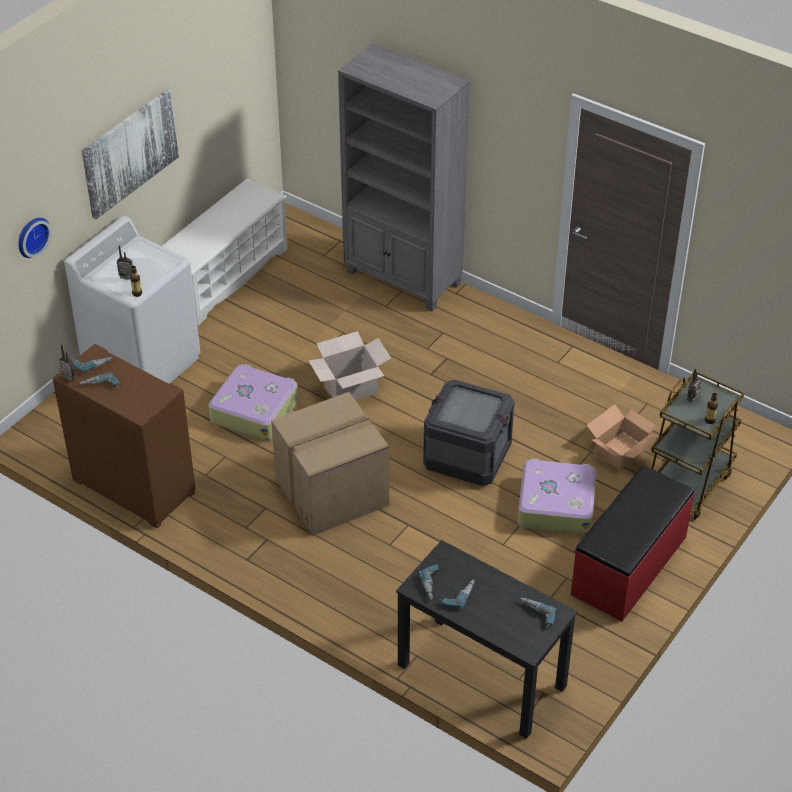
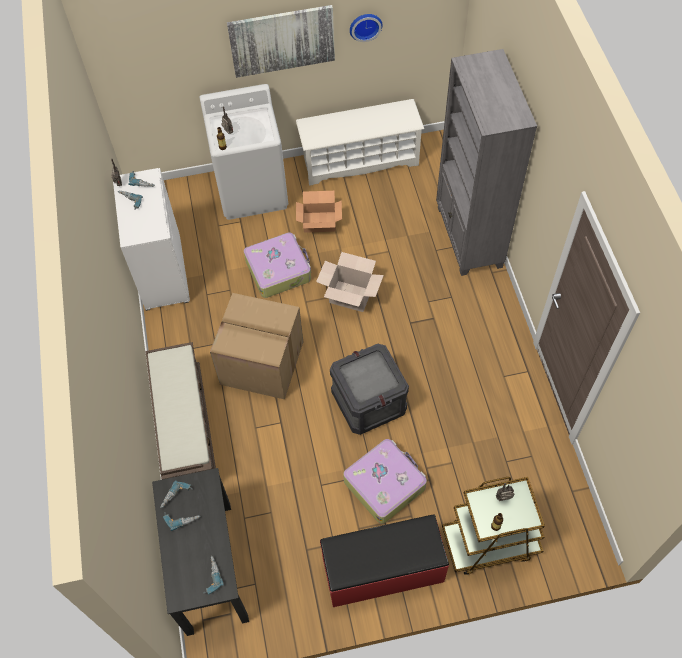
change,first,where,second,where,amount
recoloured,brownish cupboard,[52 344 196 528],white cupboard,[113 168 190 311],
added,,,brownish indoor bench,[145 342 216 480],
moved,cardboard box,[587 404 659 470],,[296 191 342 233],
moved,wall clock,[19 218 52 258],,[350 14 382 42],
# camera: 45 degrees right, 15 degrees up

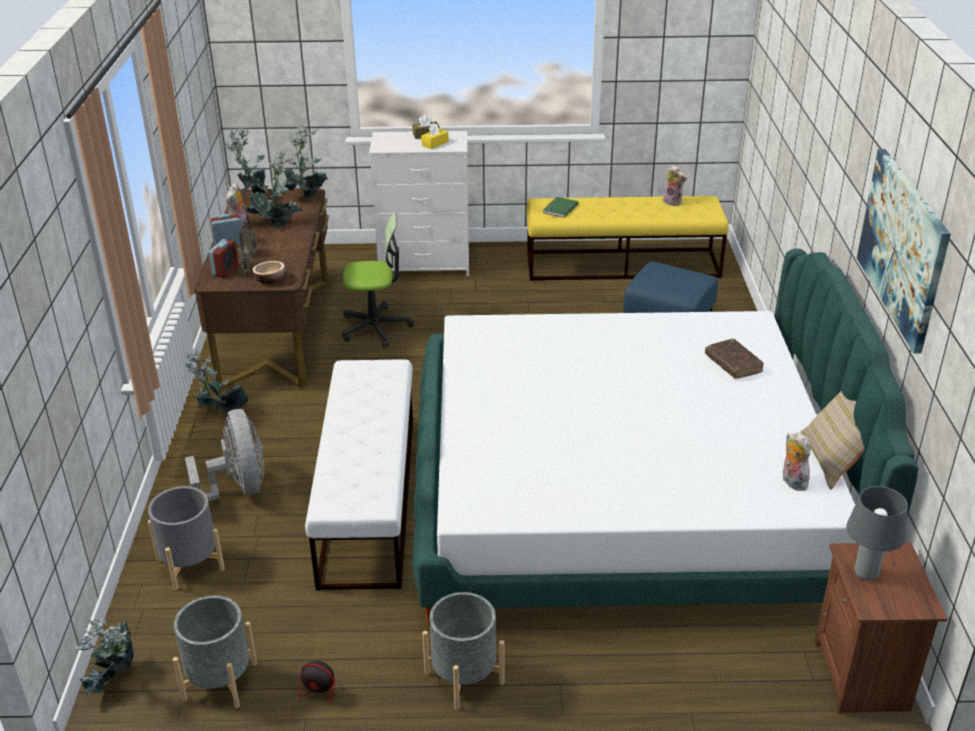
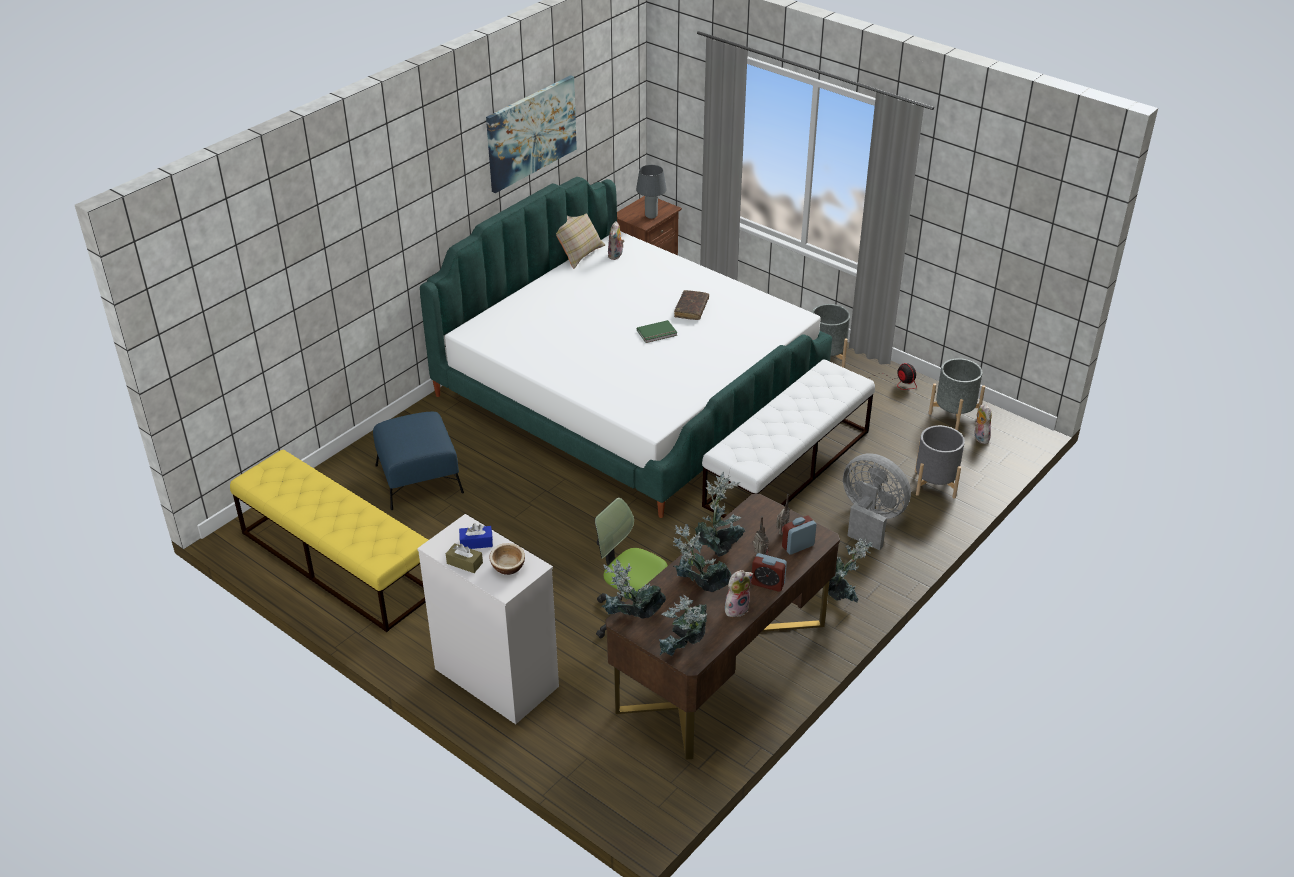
change,first,where,second,where,amount
recoloured,yellowish box of tissues,[421 123 449 149],blue-coloured box of tissues,[459 523 493 549],
moved,deep dish,[252 261 285 284],,[489 543 525 575],
moved,green book,[543 197 579 218],,[637 320 678 343],
moved,brownish book,[705 338 764 378],,[674 290 709 320],
moved,houseplant,[75 618 134 697],,[693 472 745 557],
turned,greyish fan,[185 409 264 501],,[843 453 911 550],105 degrees clockwise
moved,cuddly toy,[663 165 687 206],,[974 404 992 444],
# camera: 140 degrees left, 5 degrees up

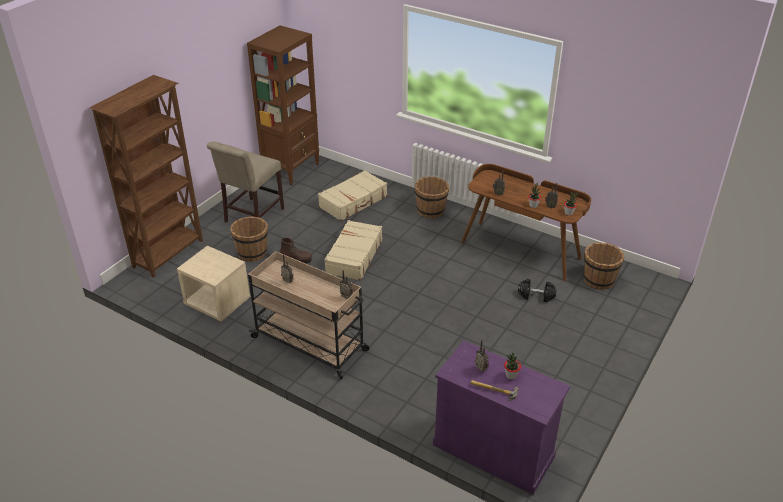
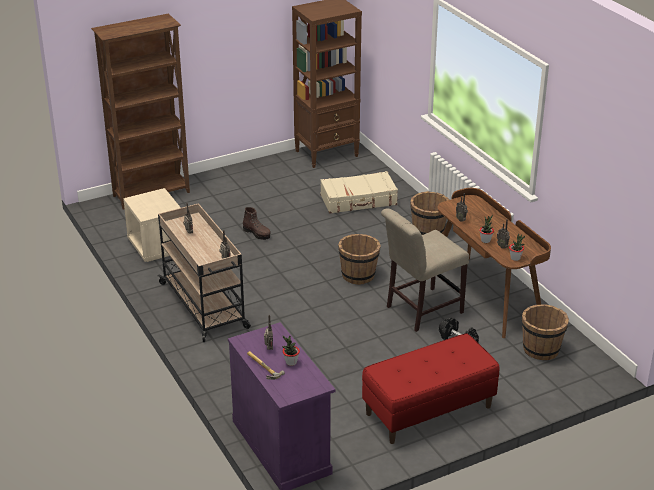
change,first,where,second,where,amount
moved,brownish pail,[230 217 268 262],,[338 234 381 285],
added,,,reddish indoor bench,[362 333 499 444],
moved,beige-coloured plain chair,[207 142 284 223],,[381 209 469 332],
removed,beige-coloured travel case,[324 220 382 281],,,
# camera: 30 degrees right, 5 degrees down

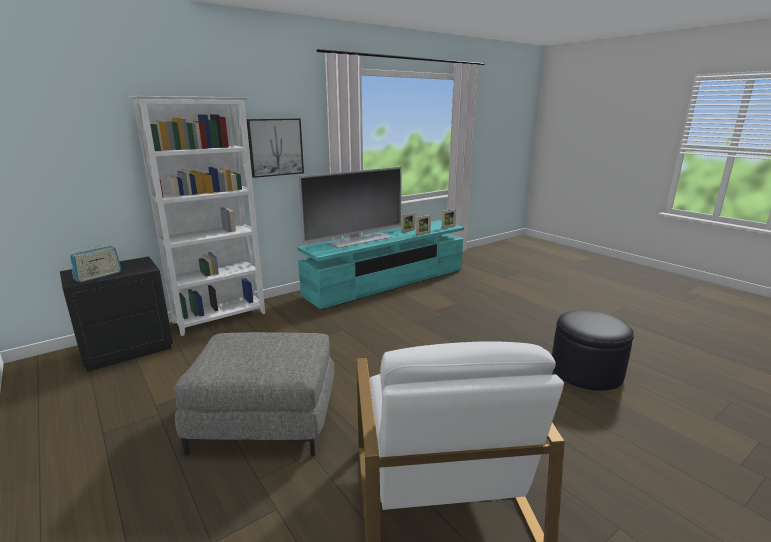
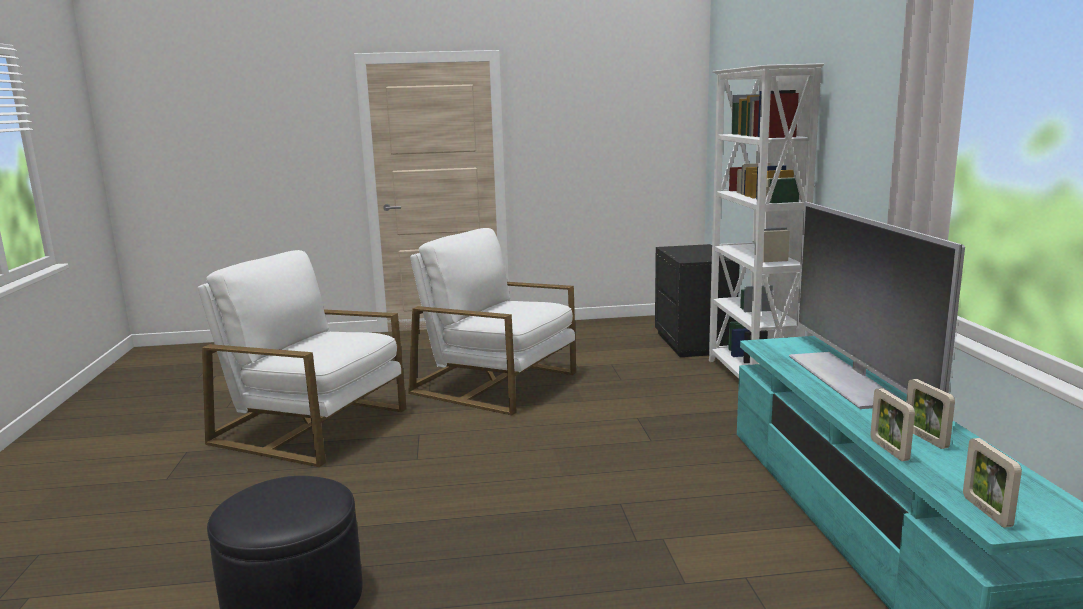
change,first,where,second,where,amount
replaced,greyish pouffe,[174 332 334 456],white lounge chair,[408 228 576 416],
removed,radio set,[70 245 122 283],,,
removed,picture,[246 118 304 178],,,
# camera: 120 degrees right, 5 degrees down

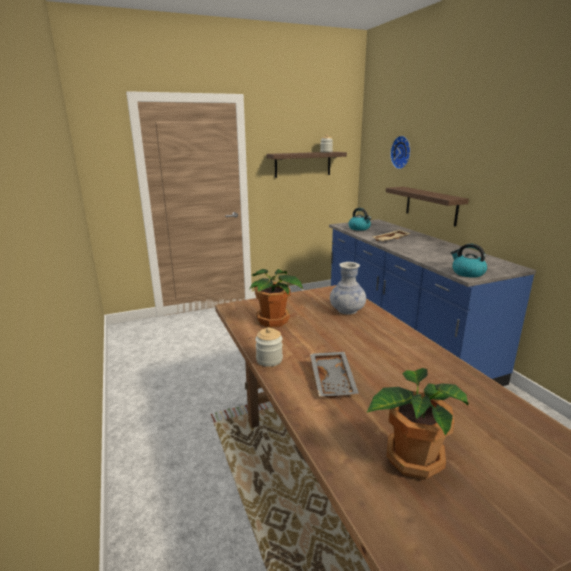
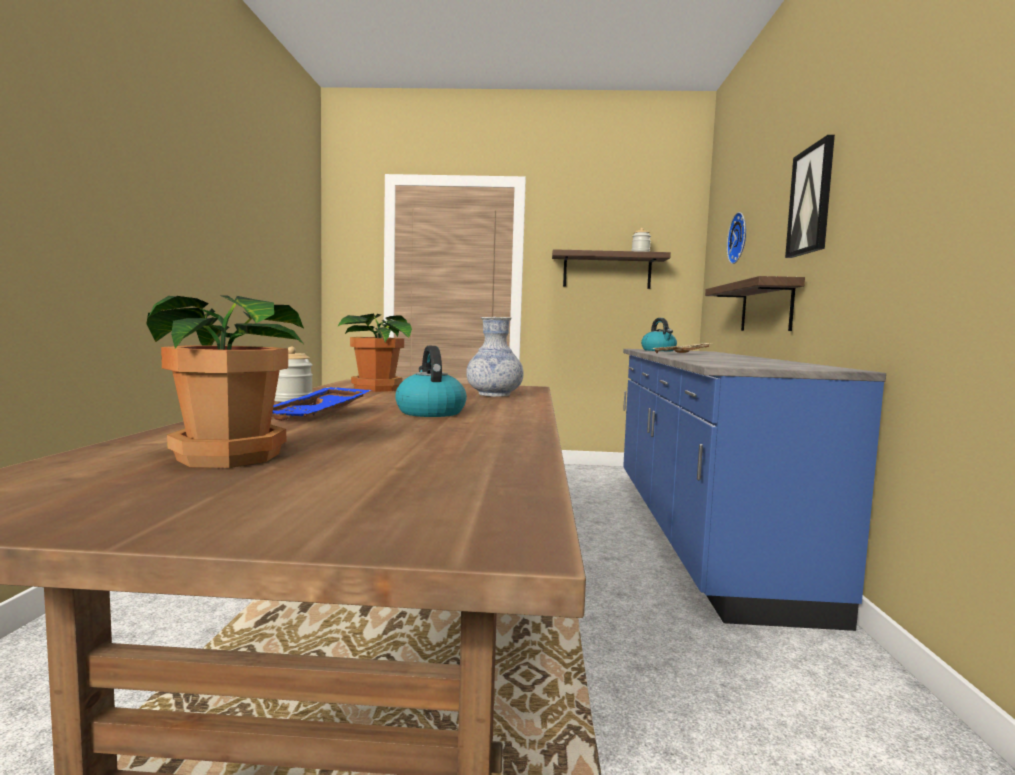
change,first,where,second,where,amount
recoloured,greyish tray,[310 352 359 398],blue-coloured tray,[272 387 371 420],
moved,water kettle,[451 244 487 278],,[395 346 467 417],
added,,,picture,[785 135 835 258],
# camera: 25 degrees right, 15 degrees down

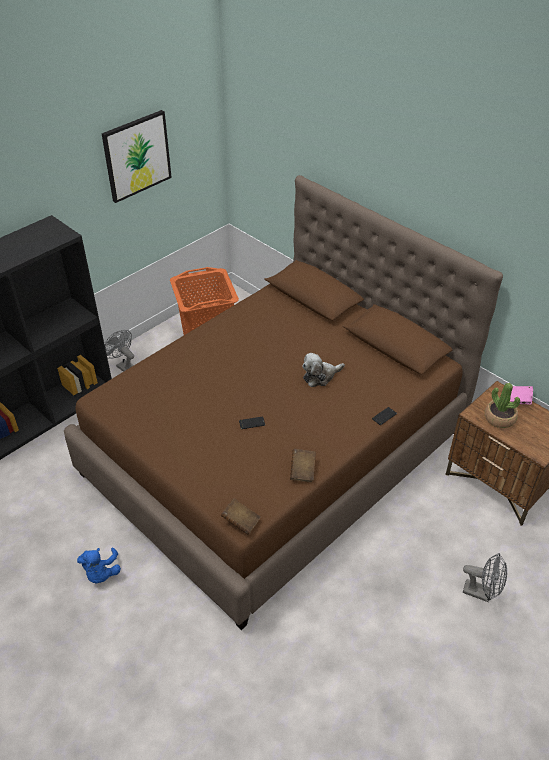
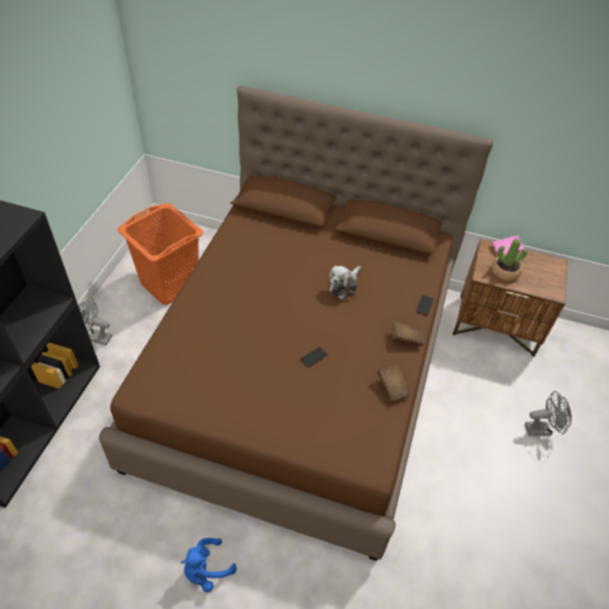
change,first,where,second,where,amount
turned,blue-coloured cuddly toy,[77 548 121 583],,[181 538 237 592],90 degrees clockwise
moved,brownish book,[221 498 261 535],,[391 321 424 346],
removed,picture,[102 110 172 203],,,
# camera: 30 degrees left, 5 degrees up

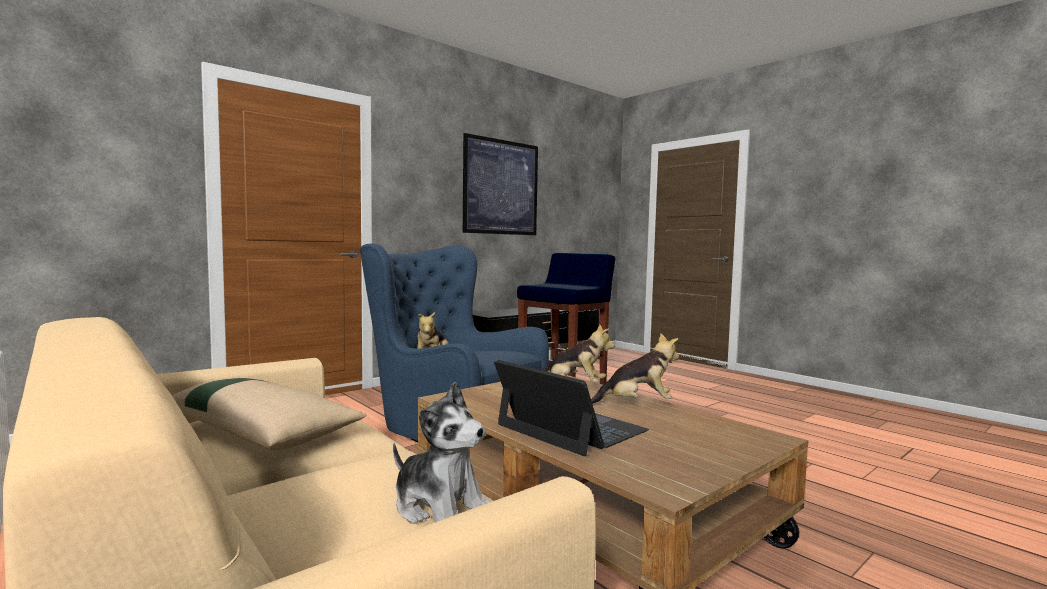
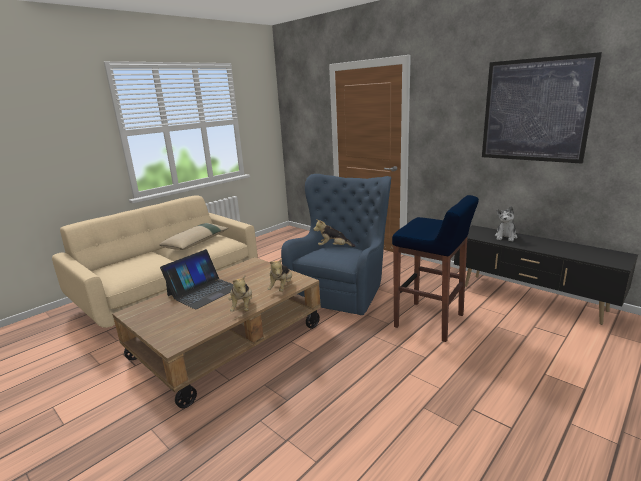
change,first,where,second,where,amount
moved,cuddly toy,[393 382 490 524],,[495 206 518 242],
# camera: 85 degrees right, 15 degrees up

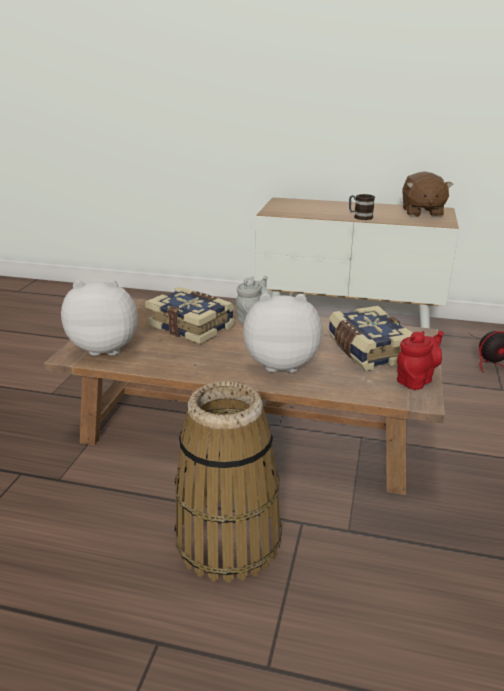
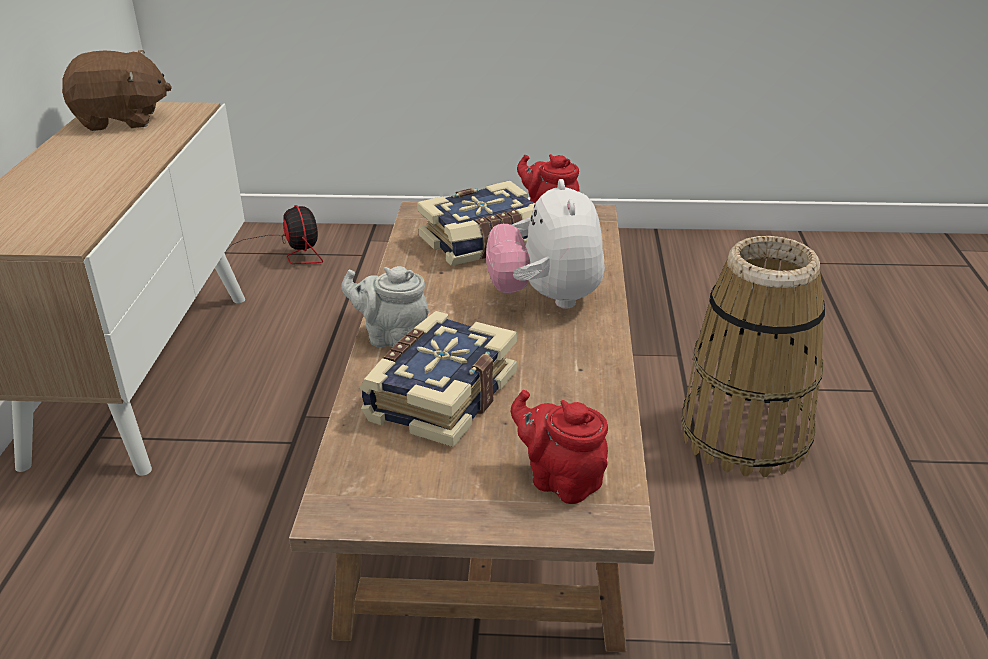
change,first,where,second,where,amount
replaced,cuddly toy,[61 280 138 356],reddish pot for tea,[511 390 608 504],
removed,tea mug,[349 194 375 220],,,
# camera: 100 degrees left, 5 degrees up

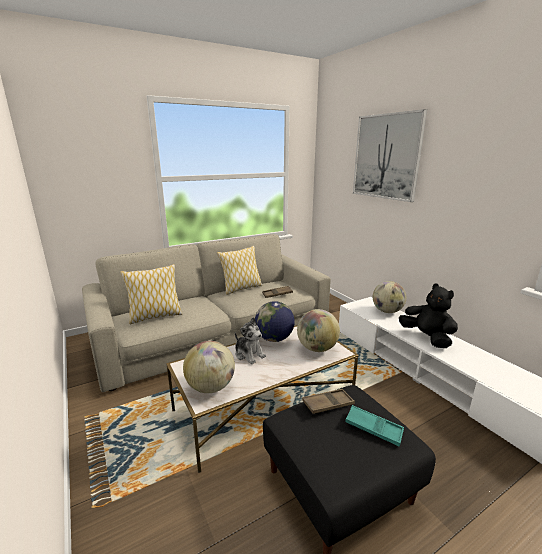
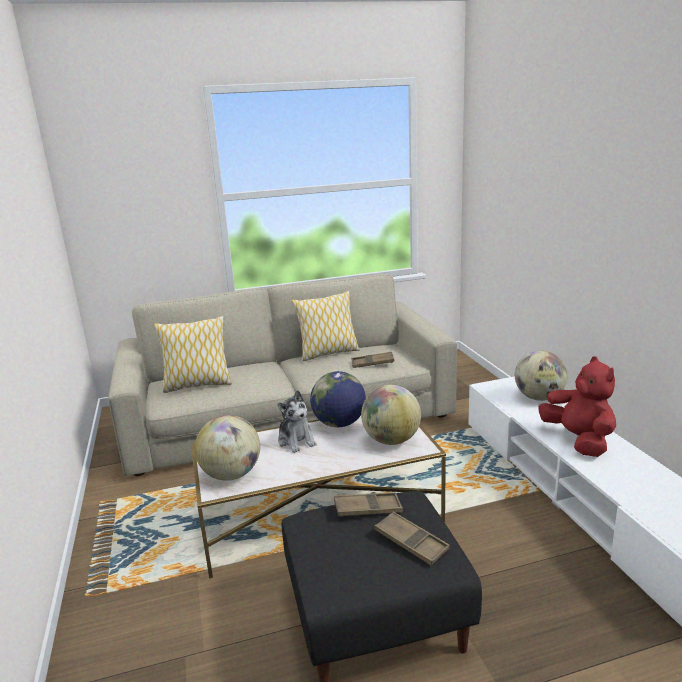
change,first,where,second,where,amount
recoloured,turquoise-coloured tray,[345 405 404 446],brownish tray,[374 511 450 566],
recoloured,black-coloured cuddly toy,[399 283 458 348],reddish cuddly toy,[538 356 616 457],
removed,picture,[353 109 427 202],,,
# camera: 15 degrees right, 0 degrees up

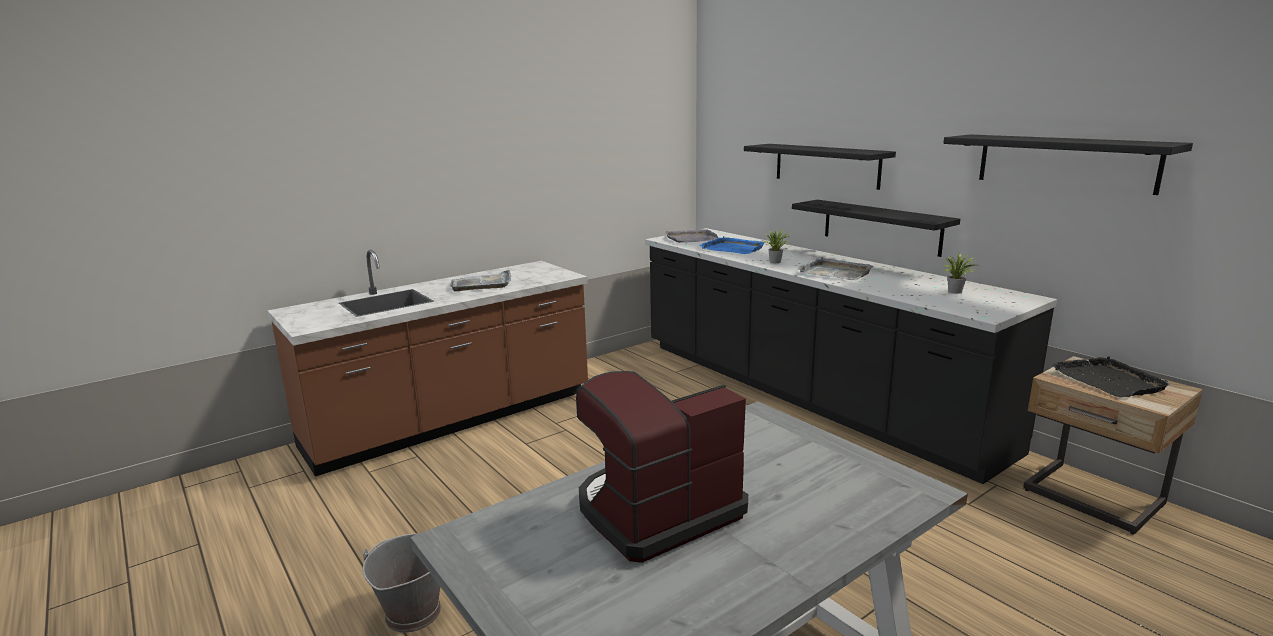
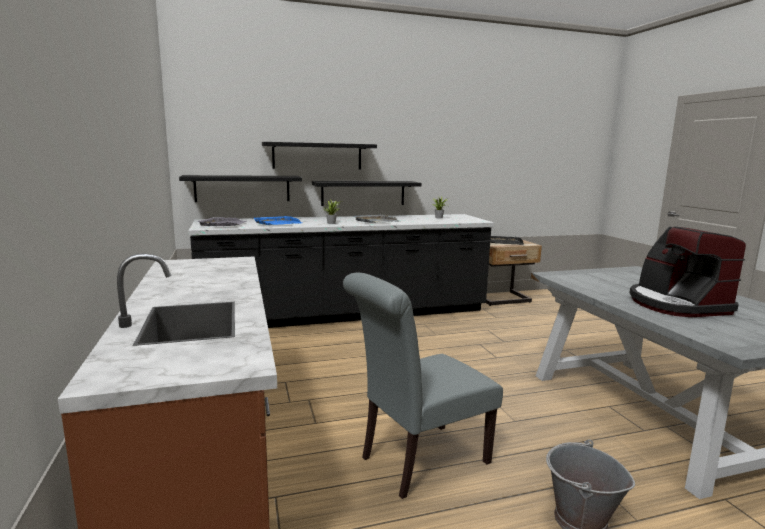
change,first,where,second,where,amount
moved,black-coloured wall shelf,[943 134 1193 195],,[179 175 302 202],
added,,,greyish plain chair,[343 273 503 499],
removed,greyish tray,[450 270 511 291],,,
# camera: 70 degrees left, 5 degrees down

